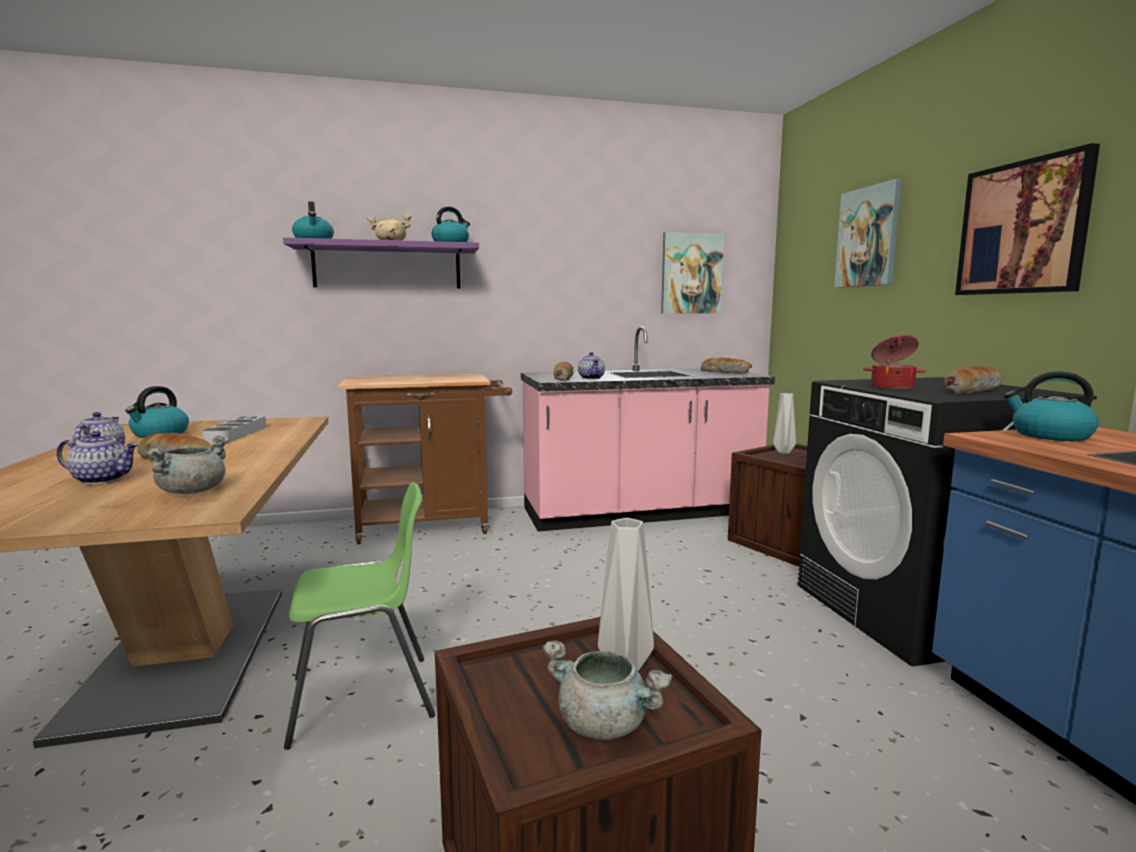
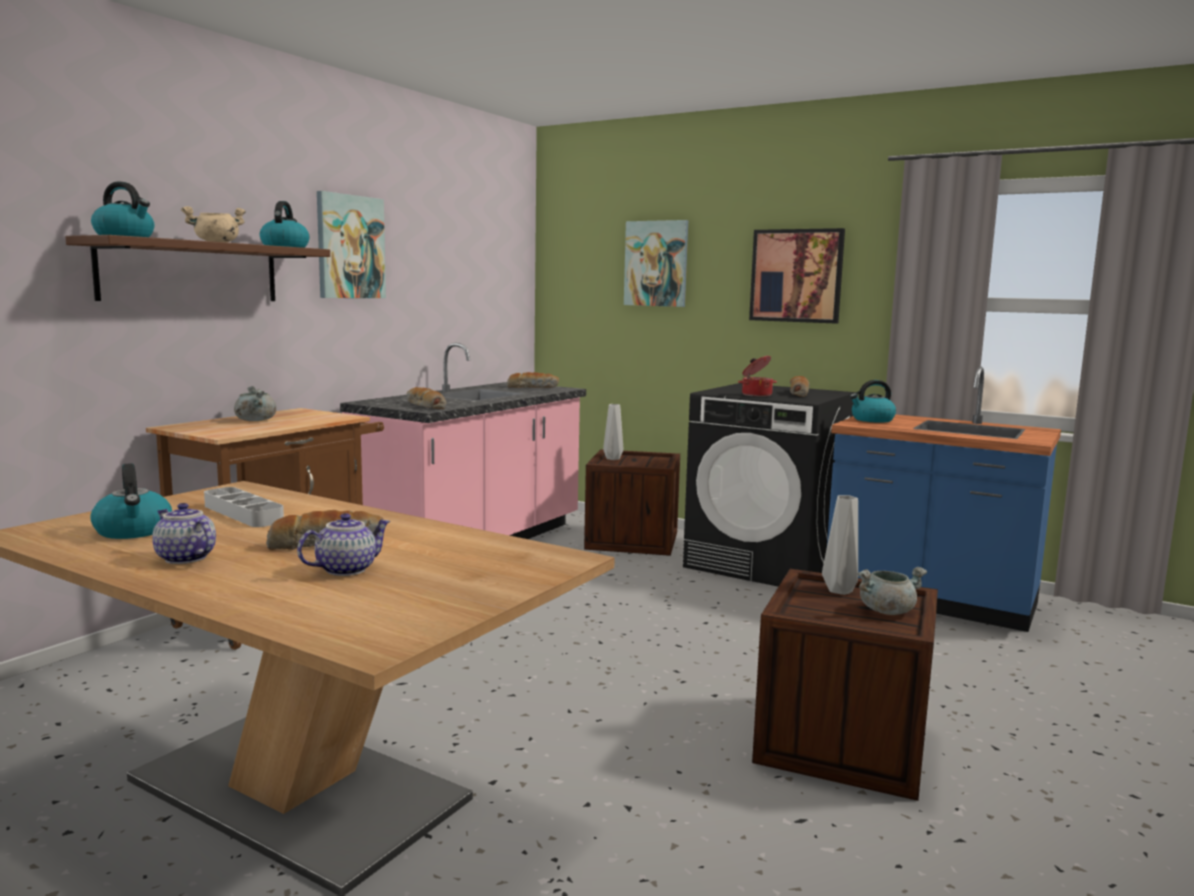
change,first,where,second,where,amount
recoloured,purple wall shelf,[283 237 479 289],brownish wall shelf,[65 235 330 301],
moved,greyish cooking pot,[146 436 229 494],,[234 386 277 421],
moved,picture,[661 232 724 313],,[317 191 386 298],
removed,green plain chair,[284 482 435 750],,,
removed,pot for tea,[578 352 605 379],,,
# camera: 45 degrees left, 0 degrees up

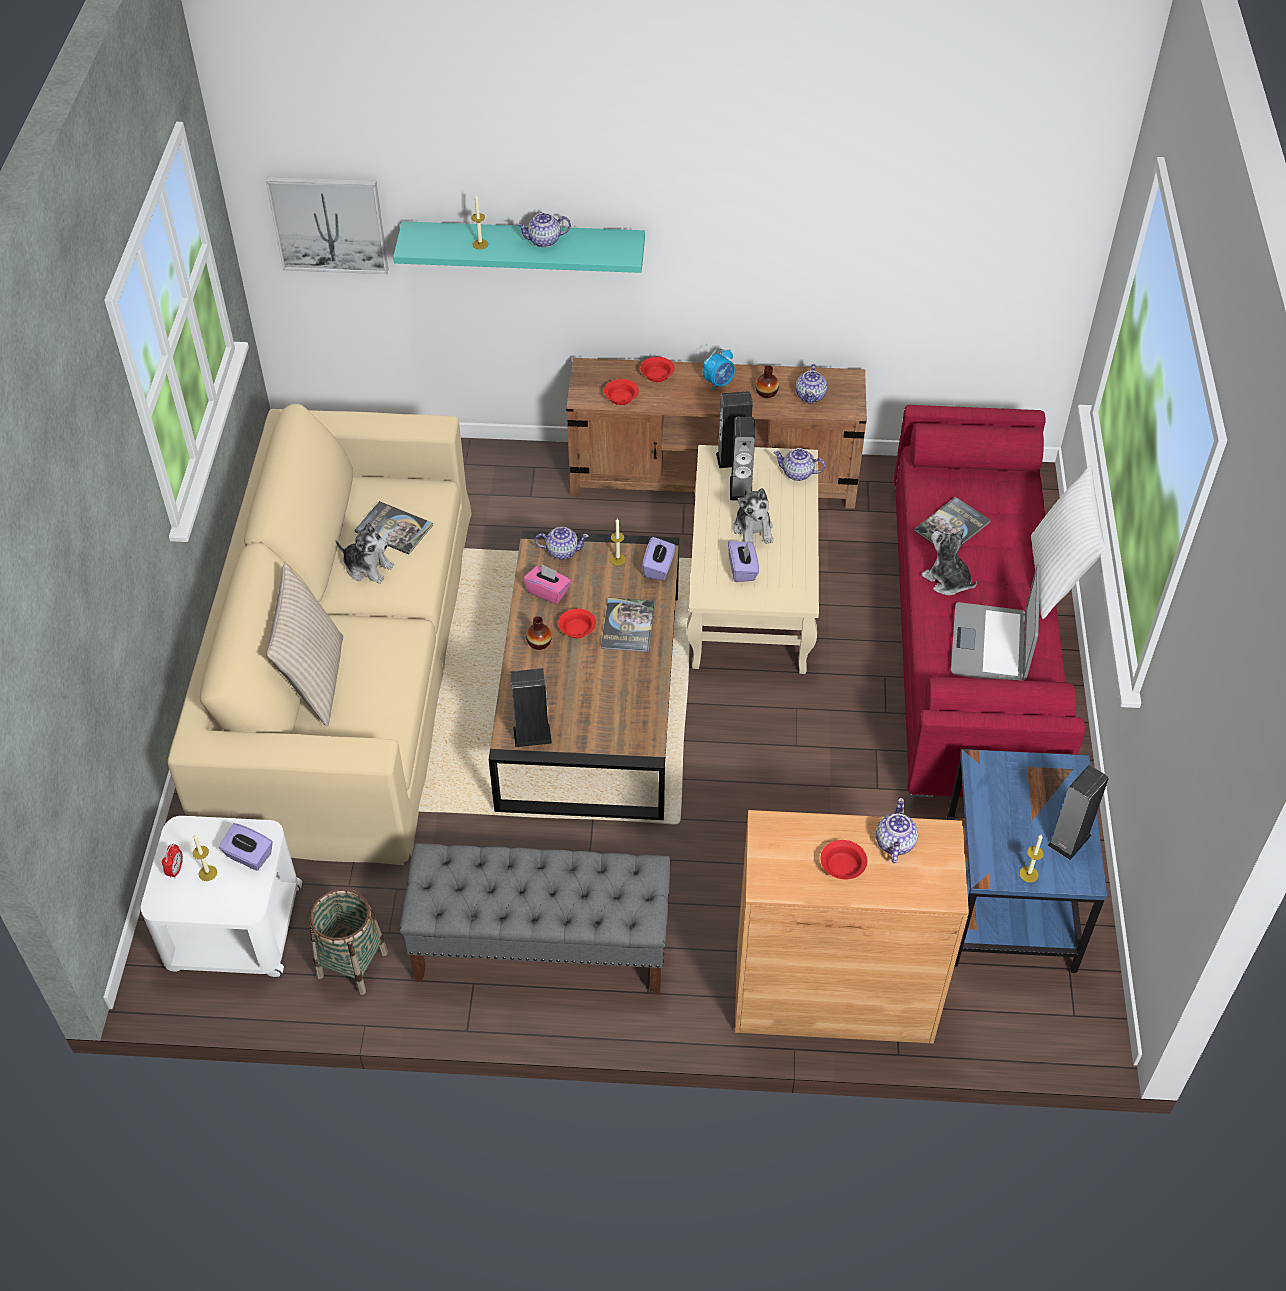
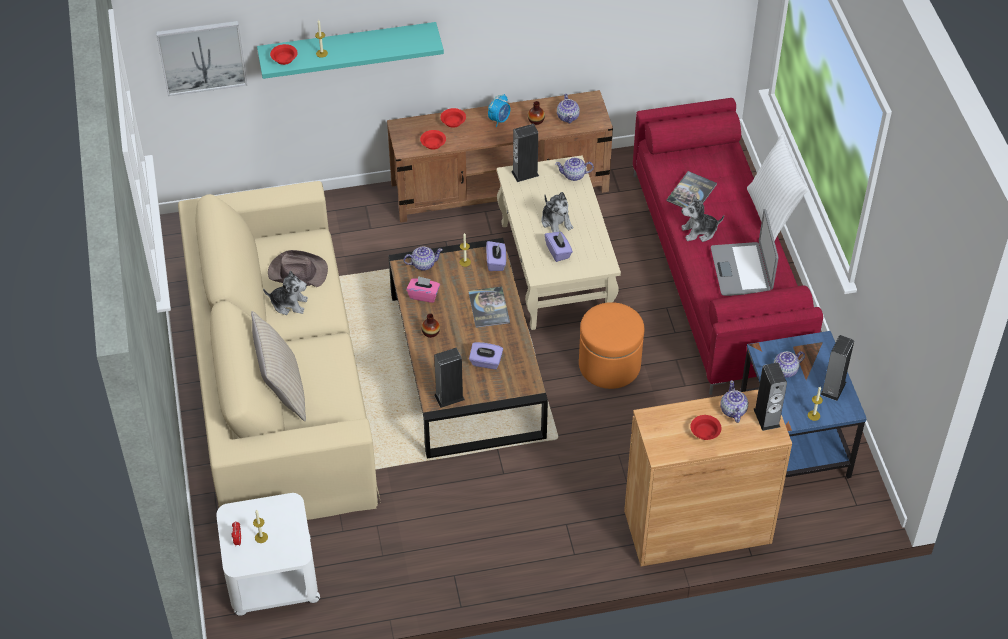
change,first,where,second,where,amount
replaced,book,[354 501 433 555],brownish hat,[268 250 328 287],
moved,reddish deep dish,[558 609 596 638],,[270 44 298 65],
moved,purple box of tissues,[219 823 273 871],,[469 342 503 369],
added,,,orange pouffe,[579 302 644 389],
turned,cuddly toy,[921 528 977 595],,[681 195 724 242],45 degrees counterclockwise
moved,audio speaker,[730 417 755 500],,[754 363 787 431],
moved,pot for tea,[516 213 571 247],,[773 351 805 378],
removed,storage basket,[309 889 388 995],,,
removed,greyish indoor bench,[399 843 671 995],,,
# camera: 15 degrees left, 0 degrees up

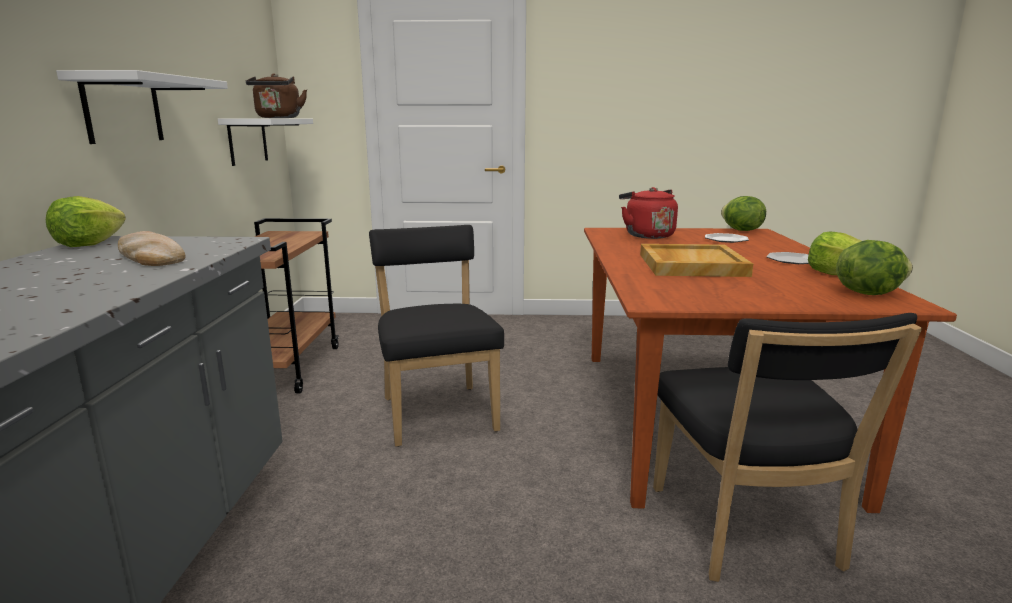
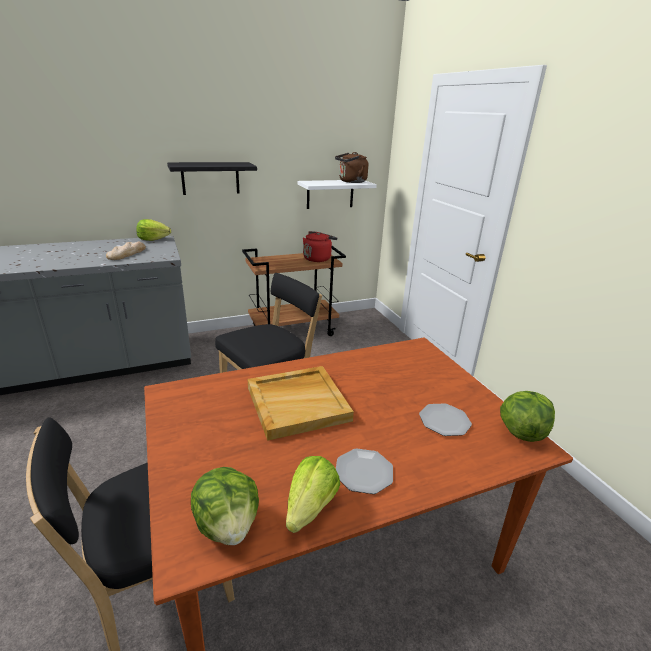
change,first,where,second,where,amount
recoloured,white wall shelf,[56 70 228 144],black-coloured wall shelf,[167 162 257 195],
moved,reddish water kettle,[619 187 678 239],,[303 231 337 262],
# camera: 65 degrees right, 10 degrees up

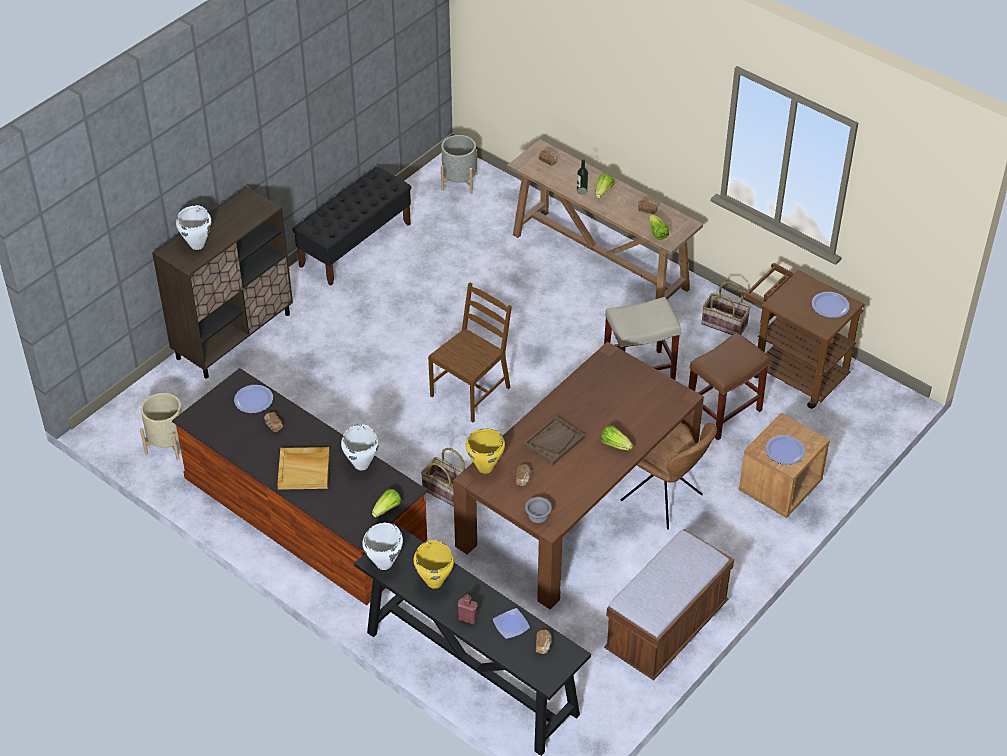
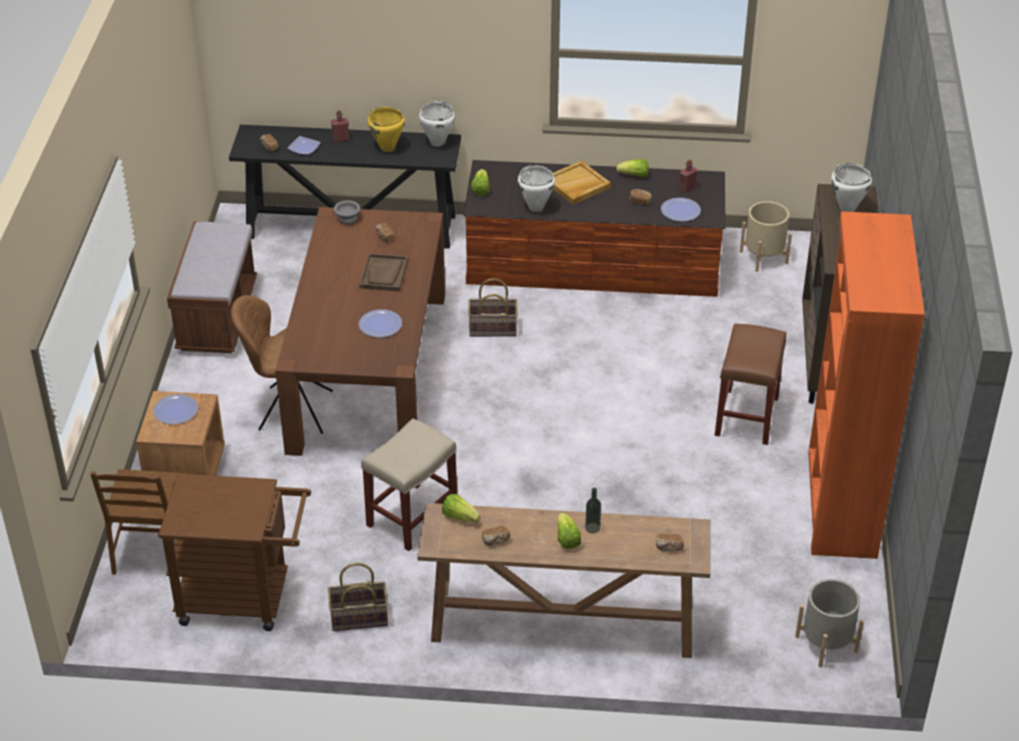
change,first,where,second,where,amount
moved,brownish plain chair,[428 282 512 422],,[90 469 186 575],
moved,plate,[812 292 850 318],,[359 309 402 337],
moved,lettuce head,[601 425 633 450],,[616 159 649 177],
added,,,reddish bottle,[679 160 697 193],
moved,brownish stool seat,[688 332 770 440],,[715 323 786 445],
replaced,black-coloured indoor bench,[292 167 411 285],orange shelving unit,[808 212 925 559],
removed,yellowish cooking pot,[466 428 505 474],,,
# camera: 145 degrees right, 5 degrees down

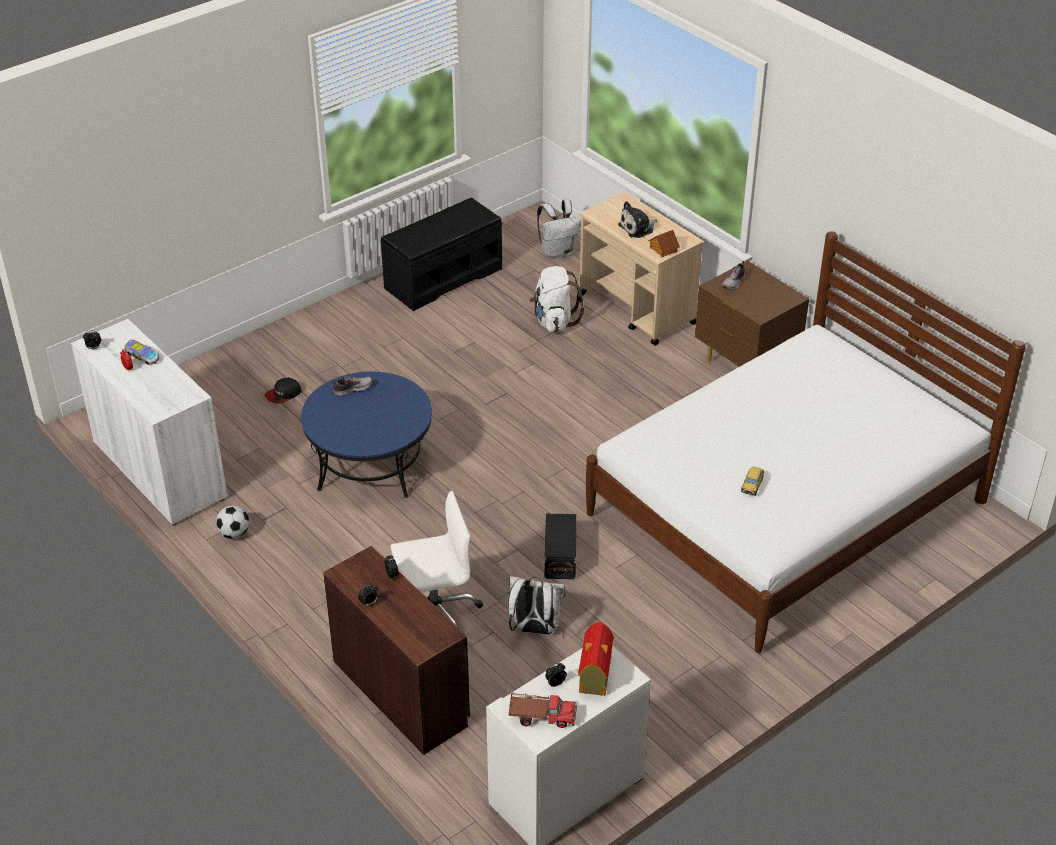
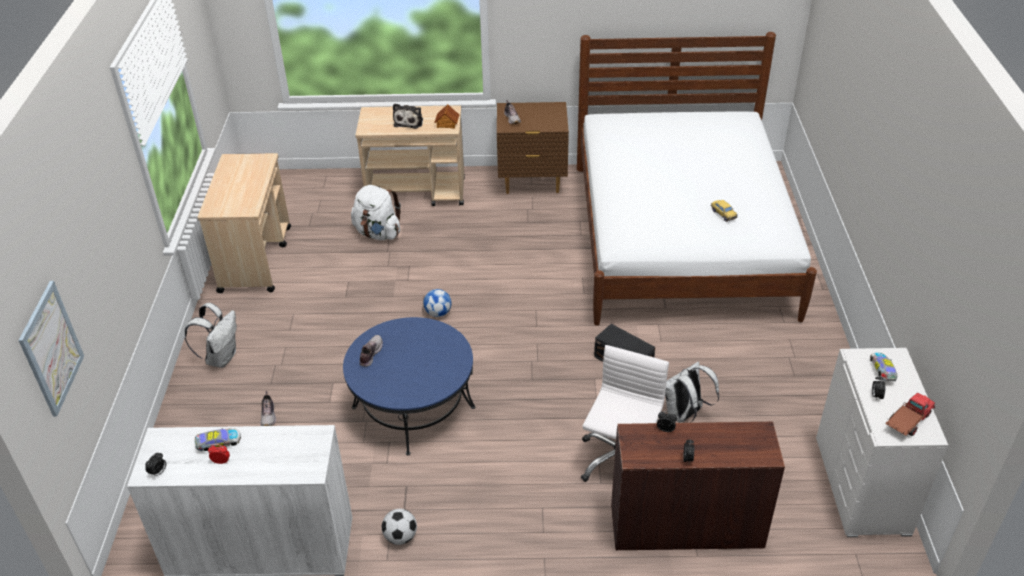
change,first,where,second,where,amount
added,,,picture,[18 281 84 417],
moved,white backpack,[537 199 581 259],,[185 303 237 368],
replaced,black-coloured indoor bench,[380 198 502 311],beige-coloured trolley,[198 153 291 293],
replaced,peaked cap,[264 378 301 404],low shoe,[260 391 276 426],
added,,,football,[423 289 452 317],
replaced,model house,[578 622 614 696],toy car,[870 352 898 382],
# camera: 50 degrees left, 0 degrees up

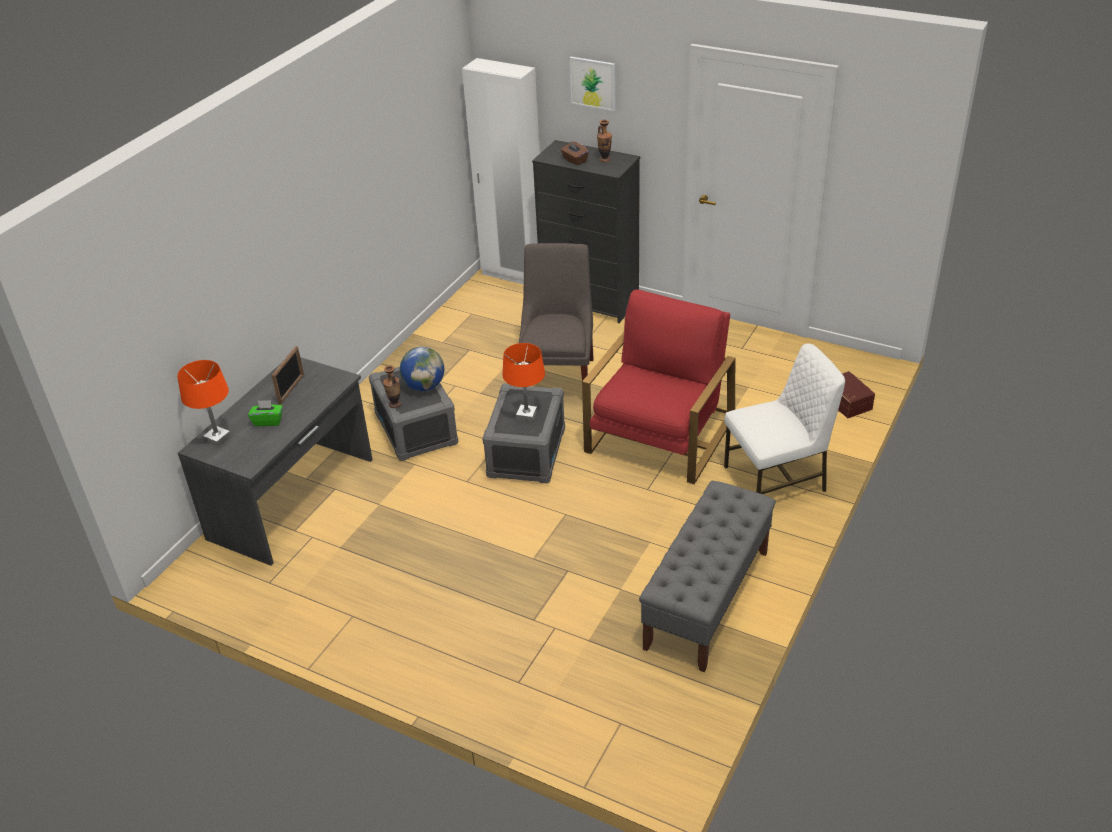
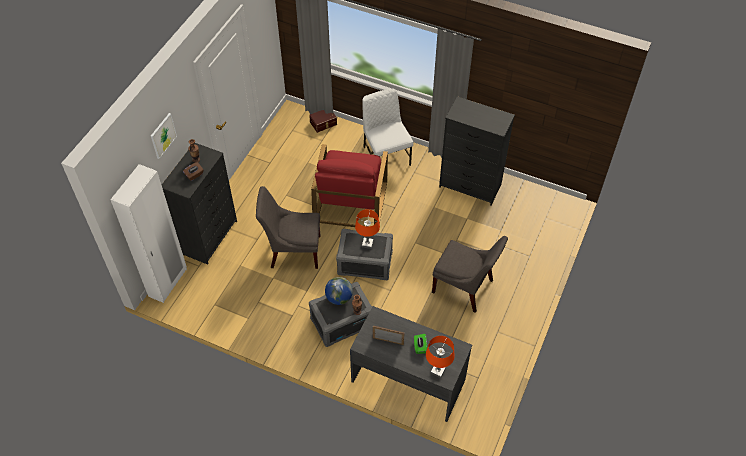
change,first,where,second,where,amount
turned,reddish lounge chair,[582 289 735 484],,[311 144 388 227],105 degrees counterclockwise
added,,,greyish plain chair,[432 236 508 313],
replaced,greyish indoor bench,[639 481 776 673],black-coloured chest of drawers,[439 96 515 205],
# camera: 95 degrees left, 15 degrees up

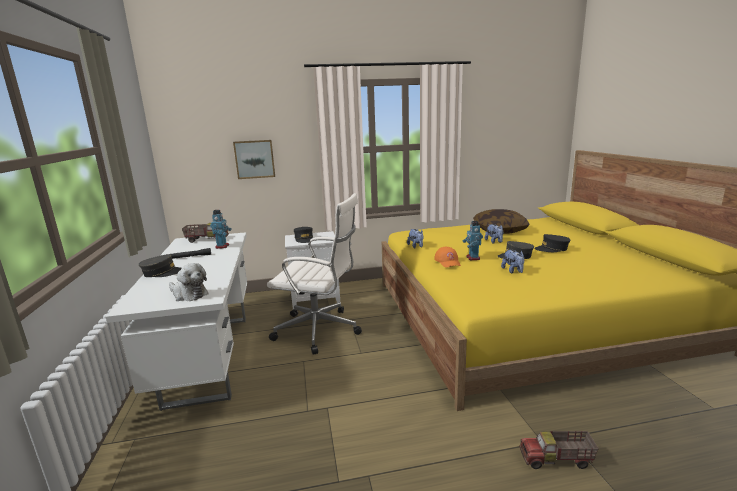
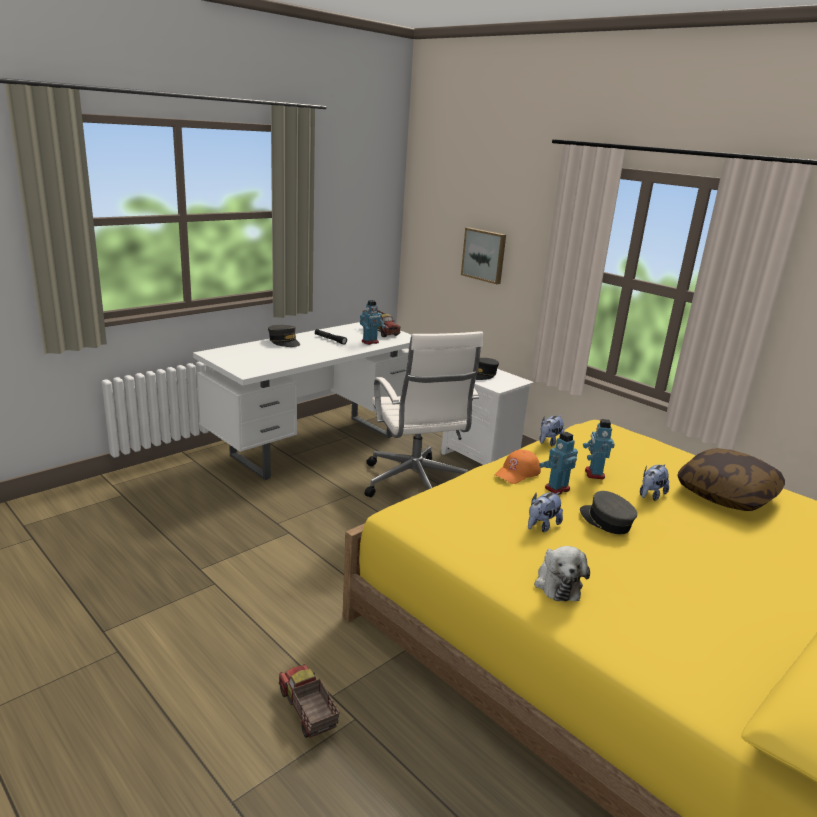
change,first,where,second,where,amount
moved,cuddly toy,[169 263 208 301],,[534 546 590 601],
added,,,toy robot,[583 419 615 480],
removed,black-coloured peaked cap,[534 234 570 252],,,
# camera: 55 degrees right, 5 degrees up

